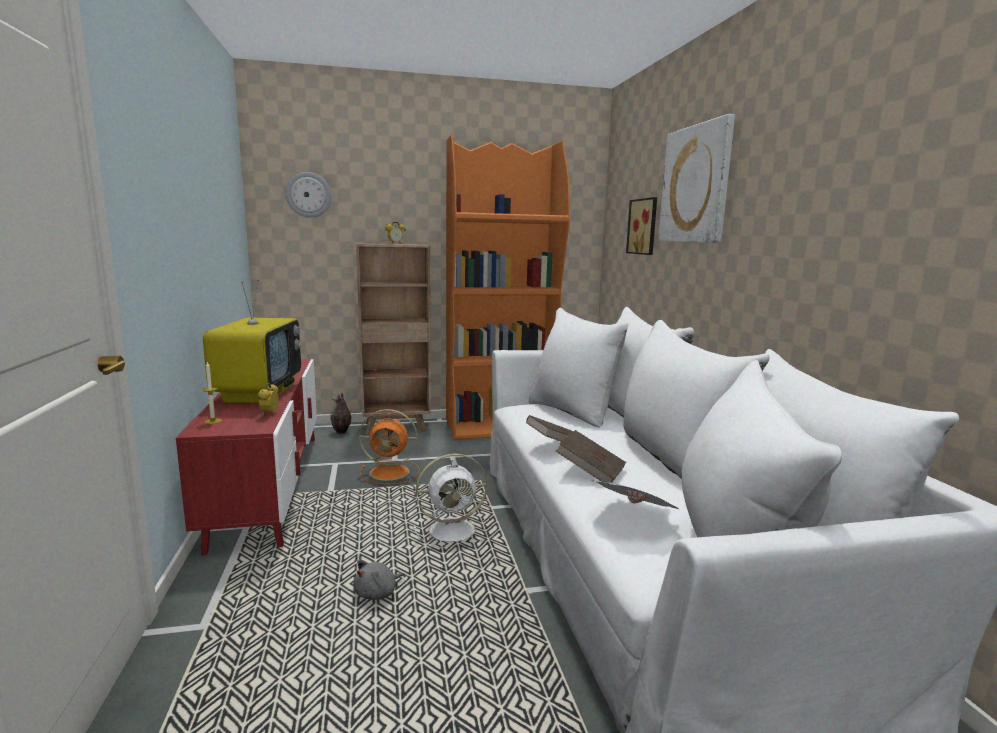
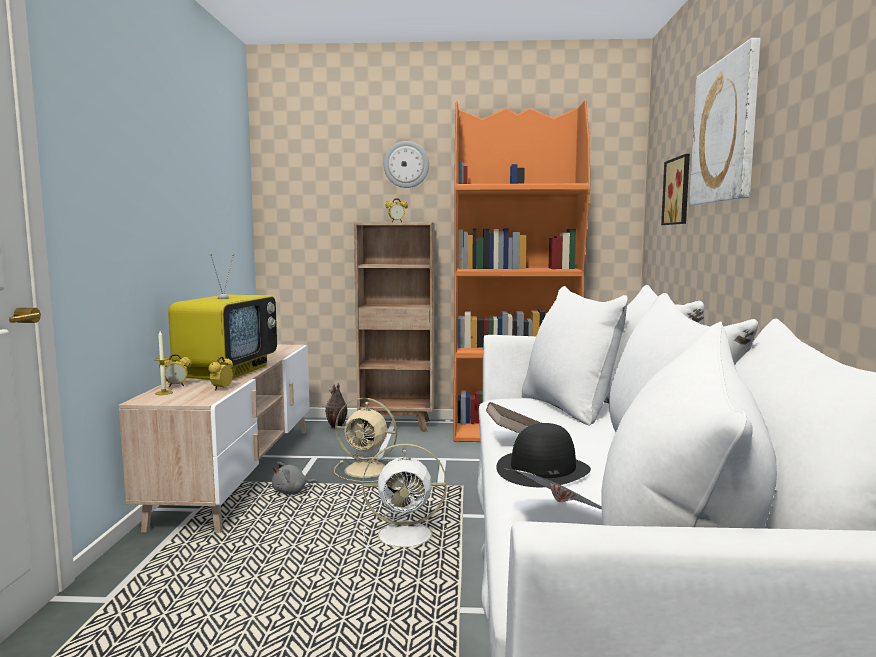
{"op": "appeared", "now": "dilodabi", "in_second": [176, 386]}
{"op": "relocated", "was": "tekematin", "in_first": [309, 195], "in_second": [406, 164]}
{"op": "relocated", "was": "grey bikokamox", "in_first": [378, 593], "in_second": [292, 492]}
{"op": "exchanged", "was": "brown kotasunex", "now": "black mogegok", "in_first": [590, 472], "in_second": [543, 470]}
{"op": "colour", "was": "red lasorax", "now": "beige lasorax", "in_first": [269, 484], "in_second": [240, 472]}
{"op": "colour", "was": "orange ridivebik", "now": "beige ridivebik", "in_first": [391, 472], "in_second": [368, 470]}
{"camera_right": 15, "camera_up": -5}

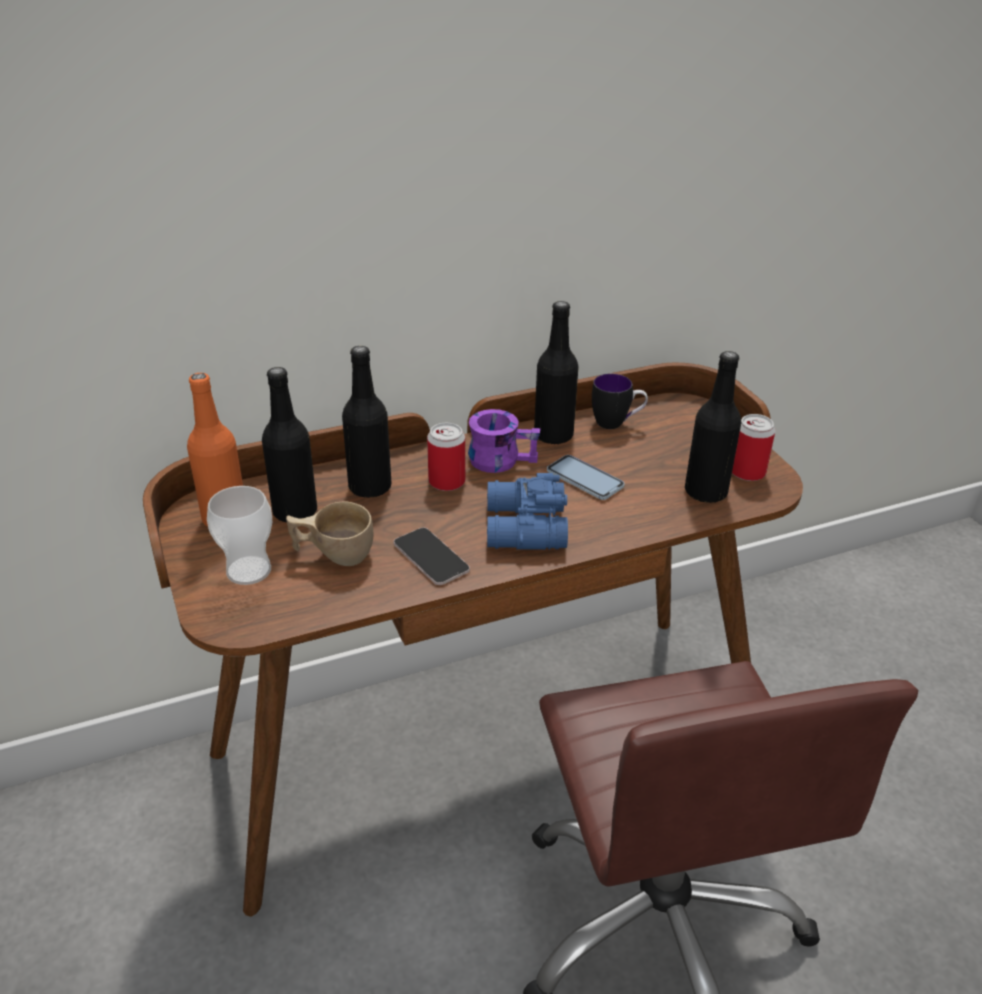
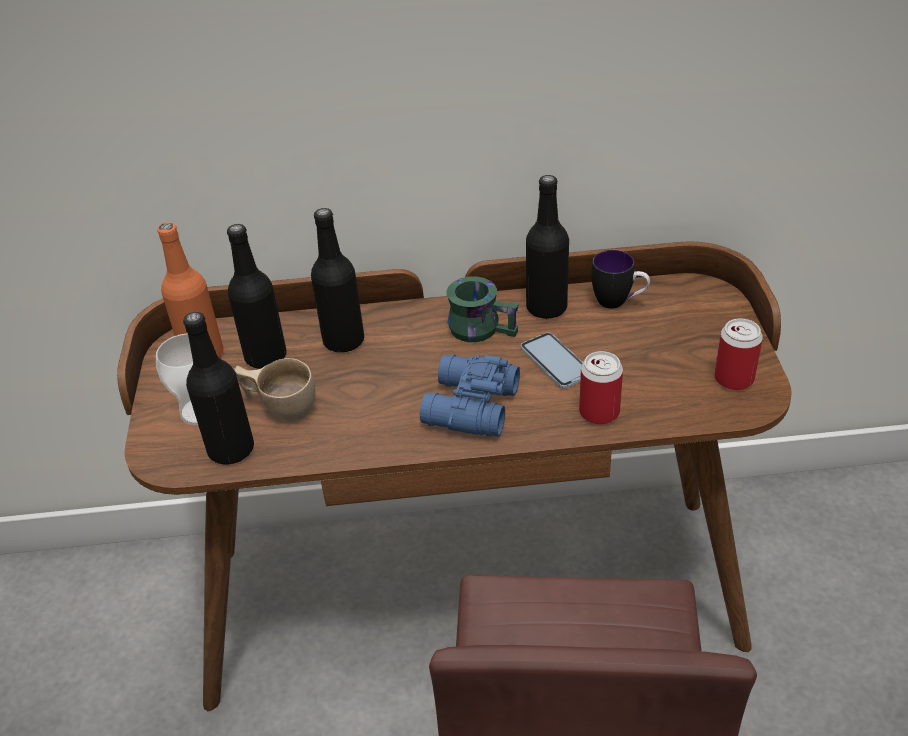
{"op": "missing", "was": "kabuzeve", "in_first": [431, 557]}
{"op": "relocated", "was": "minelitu", "in_first": [447, 482], "in_second": [599, 412]}
{"op": "relocated", "was": "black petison", "in_first": [705, 492], "in_second": [231, 449]}
{"op": "colour", "was": "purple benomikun", "now": "green benomikun", "in_first": [501, 458], "in_second": [482, 326]}
{"camera_right": 20, "camera_up": 5}

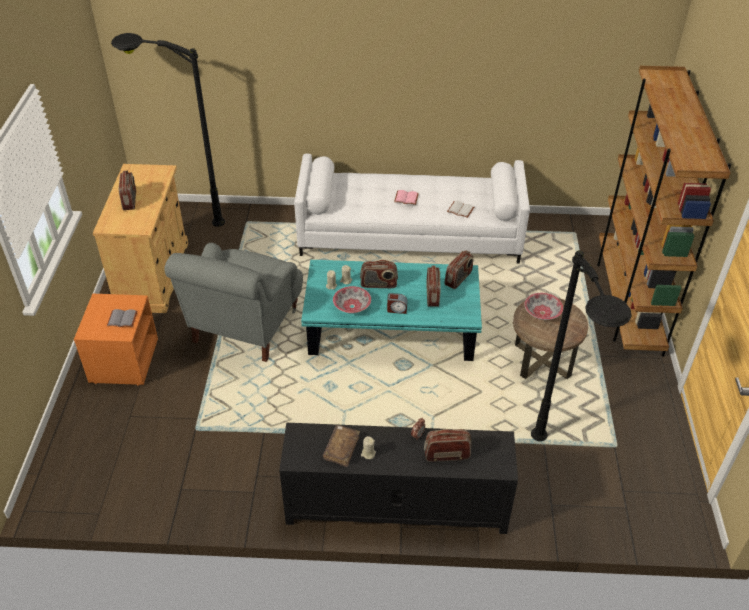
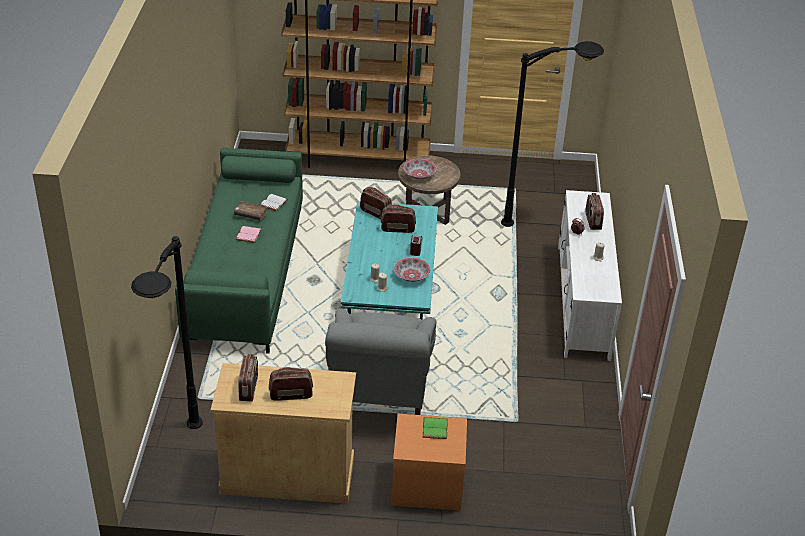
{"op": "relocated", "was": "brown kotasunex", "in_first": [341, 448], "in_second": [251, 214]}
{"op": "relocated", "was": "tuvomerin", "in_first": [378, 284], "in_second": [249, 388]}
{"op": "colour", "was": "grey kotasunex", "now": "green kotasunex", "in_first": [123, 318], "in_second": [434, 428]}
{"op": "colour", "was": "black lasorax", "now": "white lasorax", "in_first": [395, 504], "in_second": [582, 300]}
{"op": "colour", "was": "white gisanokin", "now": "green gisanokin", "in_first": [410, 235], "in_second": [245, 273]}
{"op": "spun", "was": "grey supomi", "in_first": [244, 328], "in_second": [380, 393], "clockwise": 75}
{"camera_right": -90, "camera_up": -5}

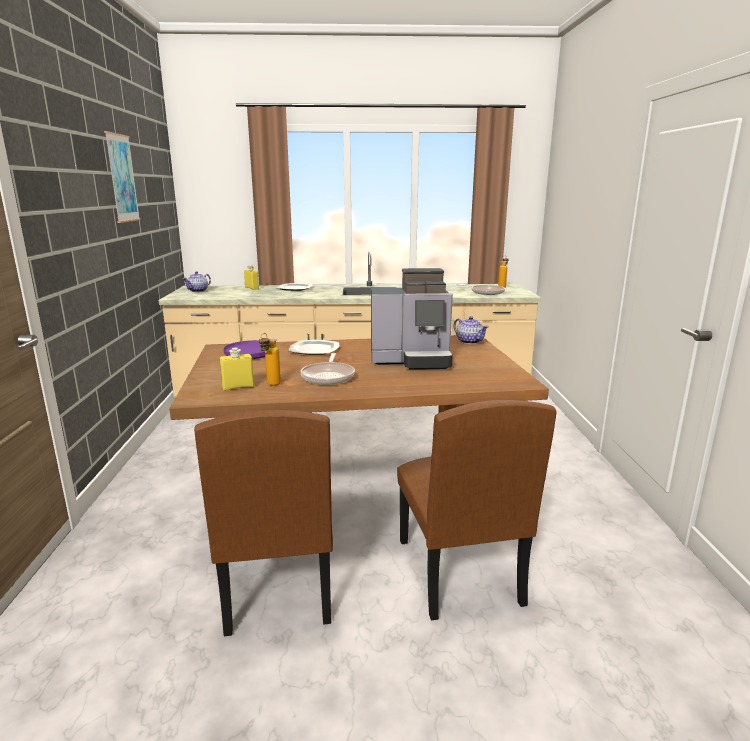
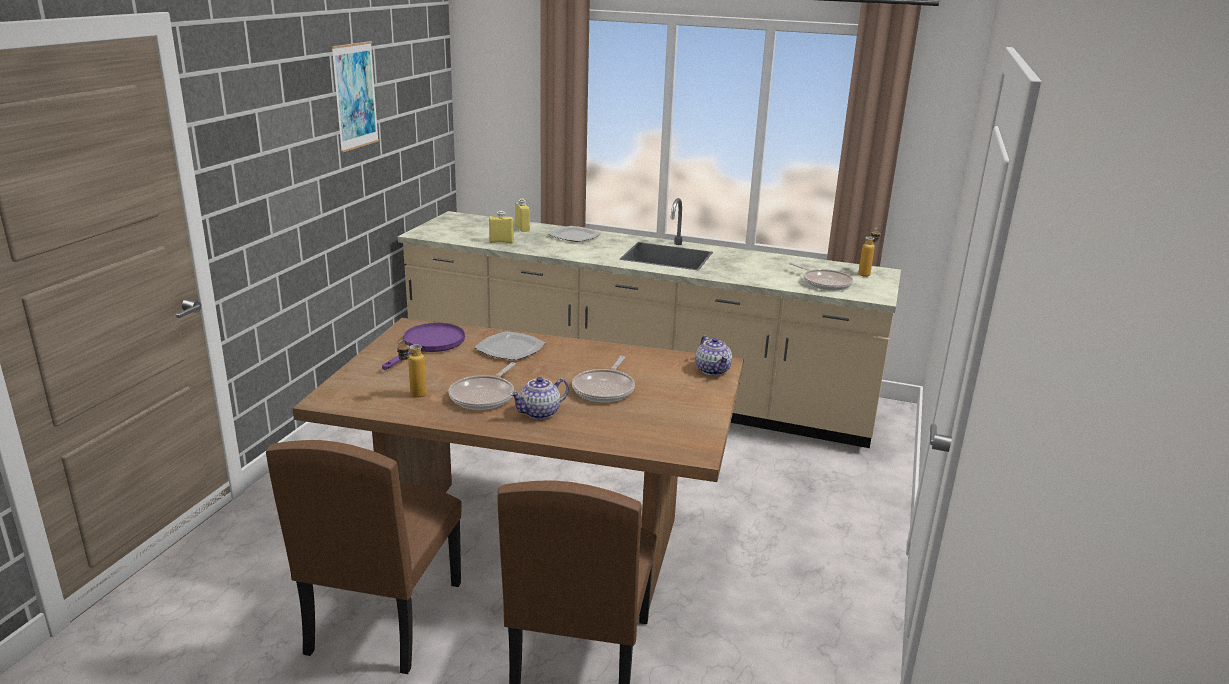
{"op": "relocated", "was": "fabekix", "in_first": [198, 291], "in_second": [540, 413]}
{"op": "relocated", "was": "yellow petison", "in_first": [238, 387], "in_second": [501, 242]}
{"op": "exchanged", "was": "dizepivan", "now": "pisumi", "in_first": [412, 360], "in_second": [605, 389]}
{"camera_right": 20, "camera_up": 5}

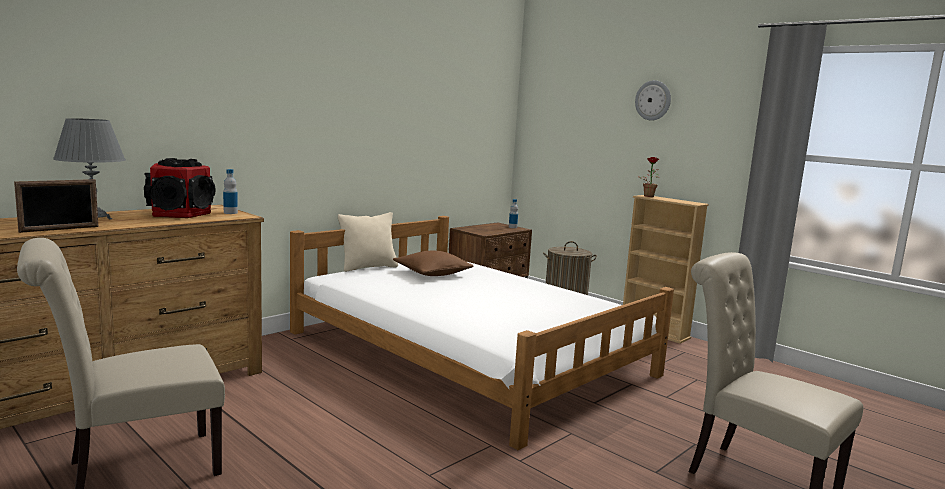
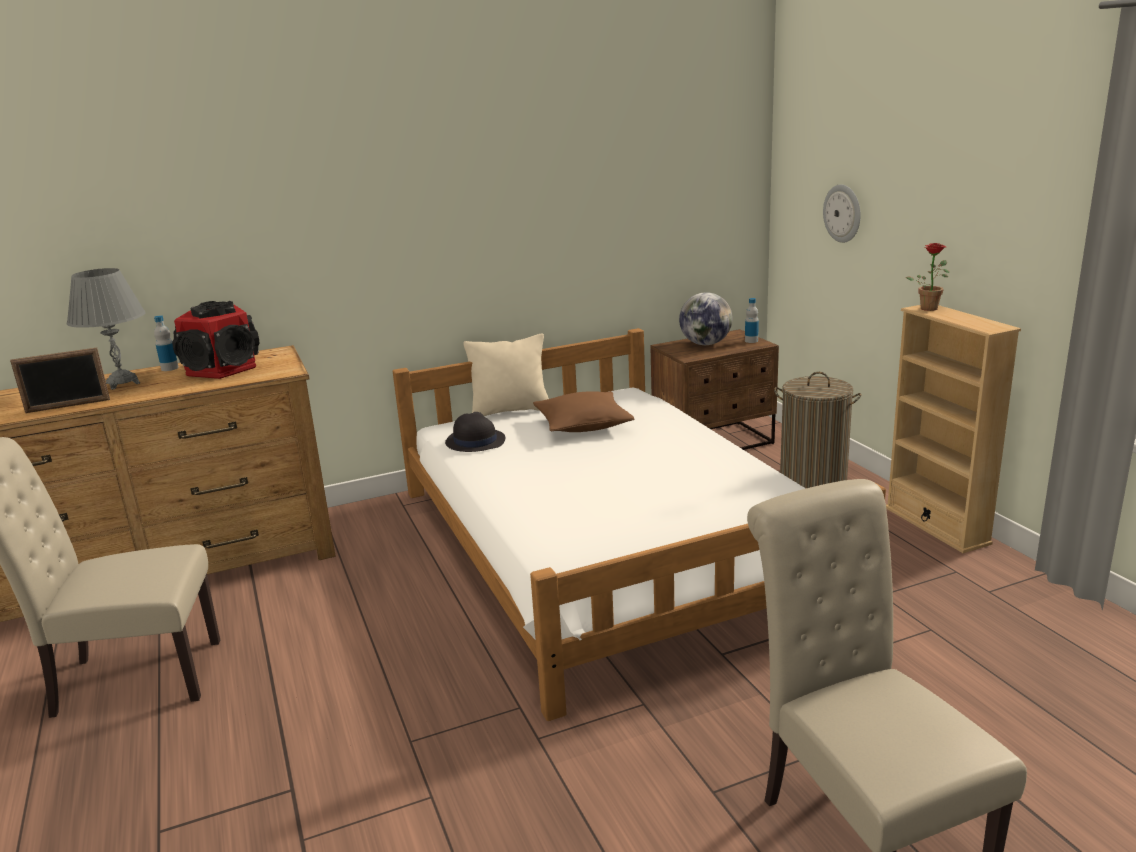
{"op": "appeared", "now": "black mogegok", "in_second": [475, 441]}
{"op": "appeared", "now": "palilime", "in_second": [705, 344]}
{"op": "relocated", "was": "petison", "in_first": [230, 213], "in_second": [170, 368]}
{"op": "relocated", "was": "tekematin", "in_first": [653, 100], "in_second": [843, 213]}
{"camera_right": 25, "camera_up": 10}

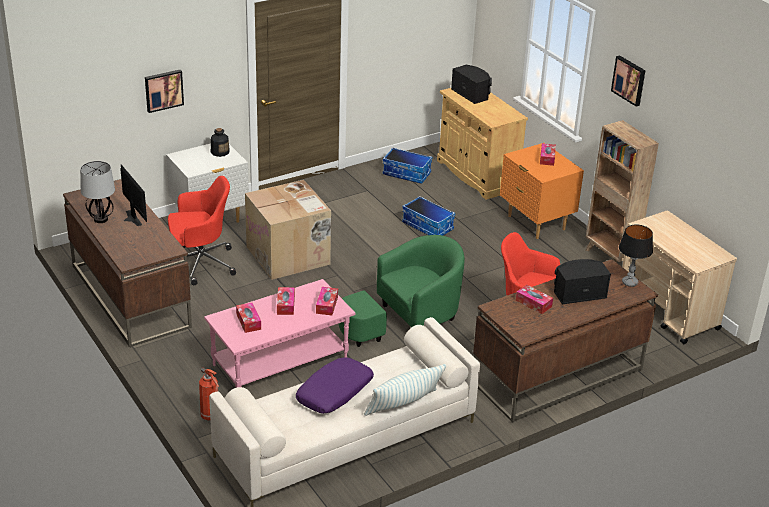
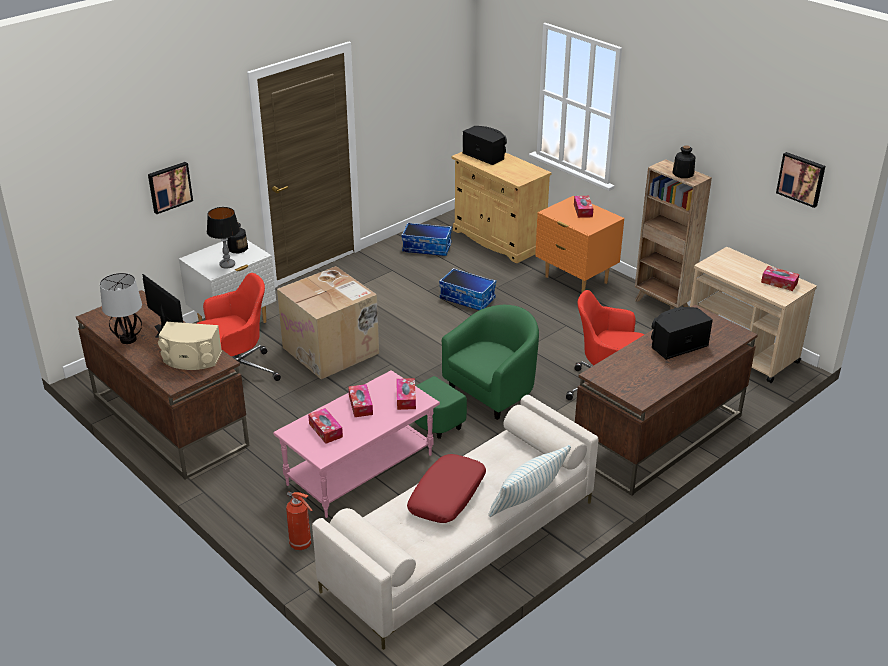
{"op": "appeared", "now": "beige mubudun", "in_second": [191, 359]}
{"op": "appeared", "now": "petison", "in_second": [683, 174]}
{"op": "relocated", "was": "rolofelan", "in_first": [533, 303], "in_second": [779, 283]}
{"op": "relocated", "was": "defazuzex", "in_first": [629, 80], "in_second": [801, 179]}
{"op": "relocated", "was": "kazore", "in_first": [630, 282], "in_second": [227, 265]}
{"op": "colour", "was": "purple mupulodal", "now": "red mupulodal", "in_first": [335, 393], "in_second": [447, 496]}
{"camera_right": -10, "camera_up": 0}

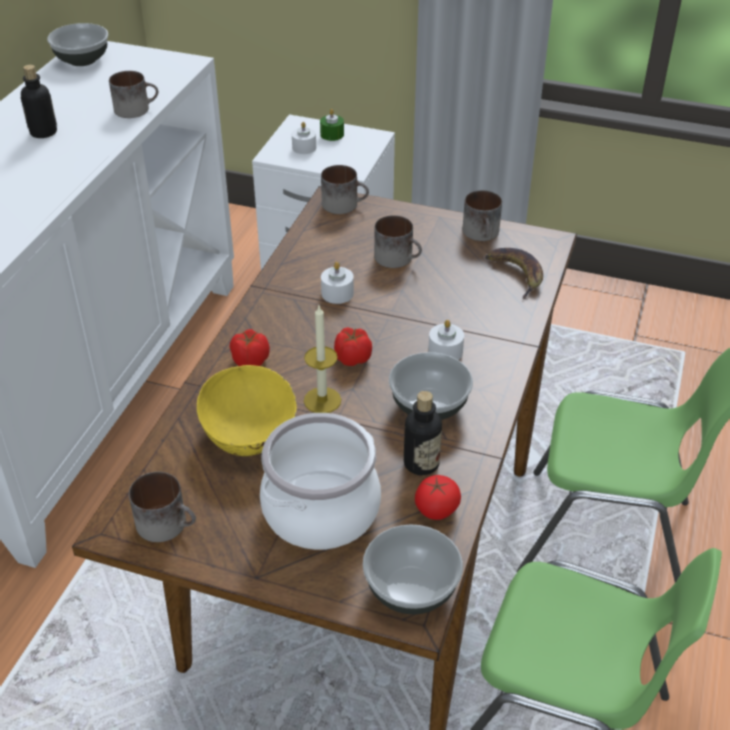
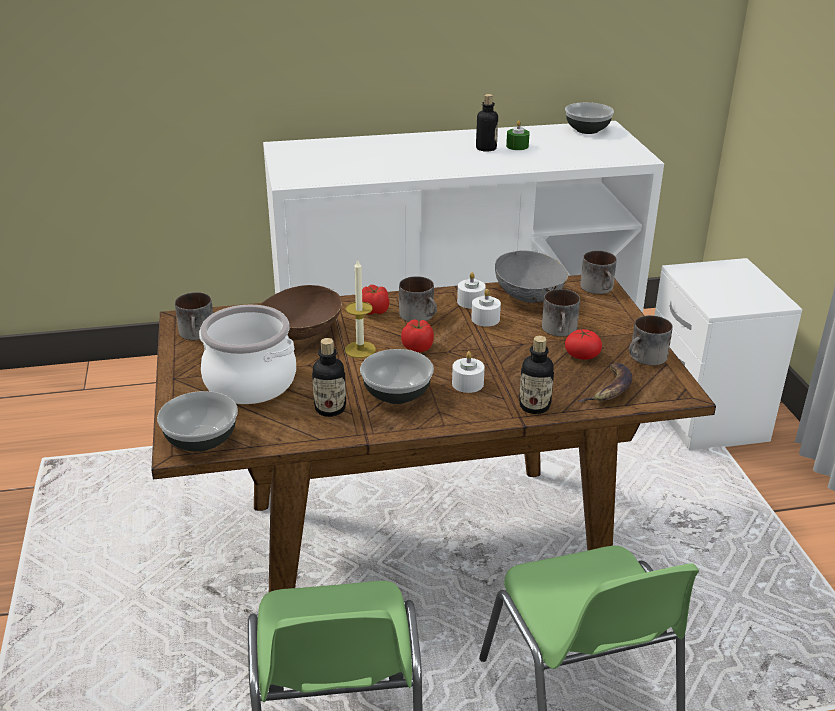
{"op": "appeared", "now": "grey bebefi", "in_second": [530, 296]}
{"op": "appeared", "now": "petison", "in_second": [534, 406]}
{"op": "relocated", "was": "benomikun", "in_first": [136, 108], "in_second": [420, 315]}
{"op": "relocated", "was": "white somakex", "in_first": [304, 148], "in_second": [471, 301]}
{"op": "relocated", "was": "green somakex", "in_first": [332, 134], "in_second": [517, 146]}
{"op": "relocated", "was": "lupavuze", "in_first": [436, 508], "in_second": [582, 355]}
{"op": "colour", "was": "yellow bebefi", "now": "brown bebefi", "in_first": [250, 434], "in_second": [301, 334]}
{"camera_right": 60, "camera_up": -10}

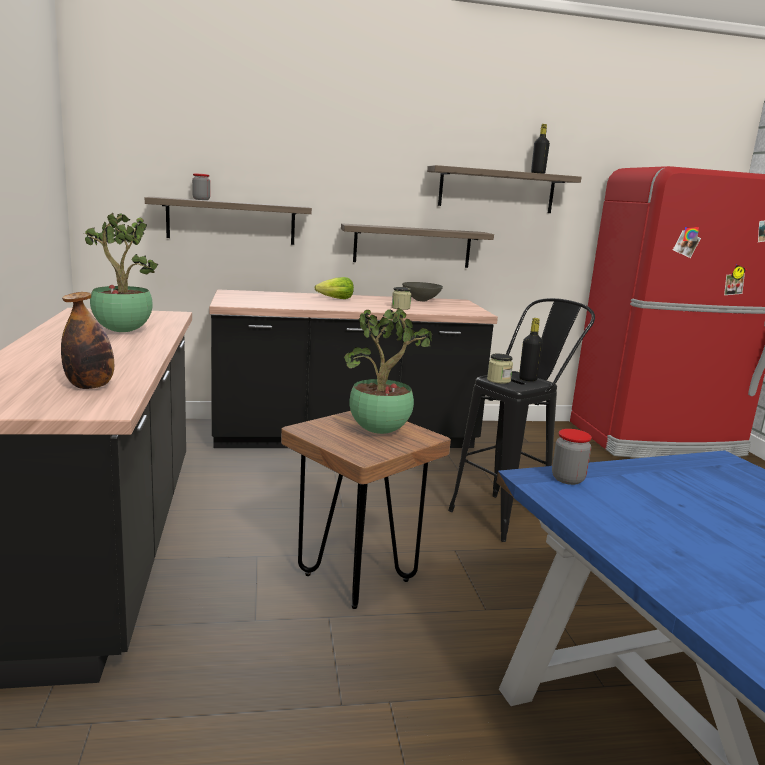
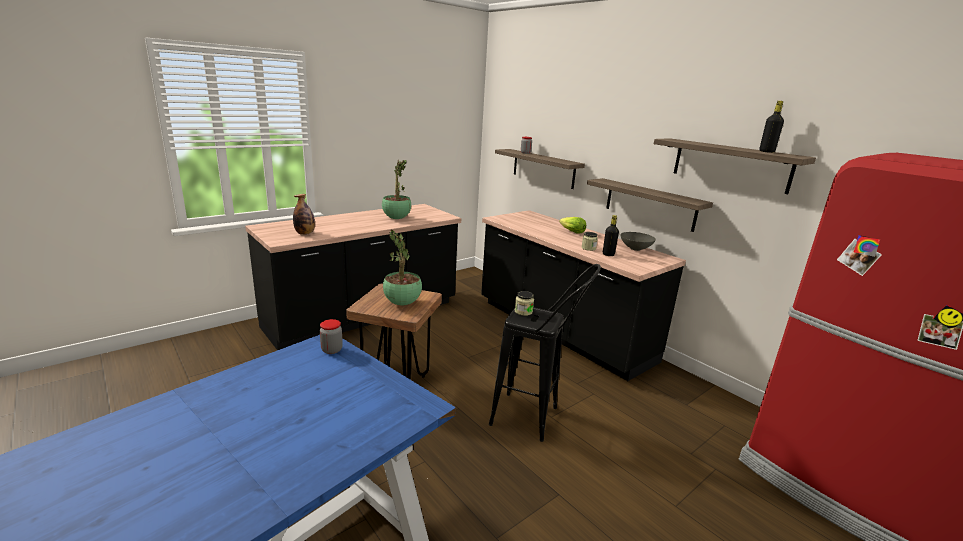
{"op": "relocated", "was": "black petison", "in_first": [528, 379], "in_second": [608, 254]}
{"camera_right": 60, "camera_up": 5}

